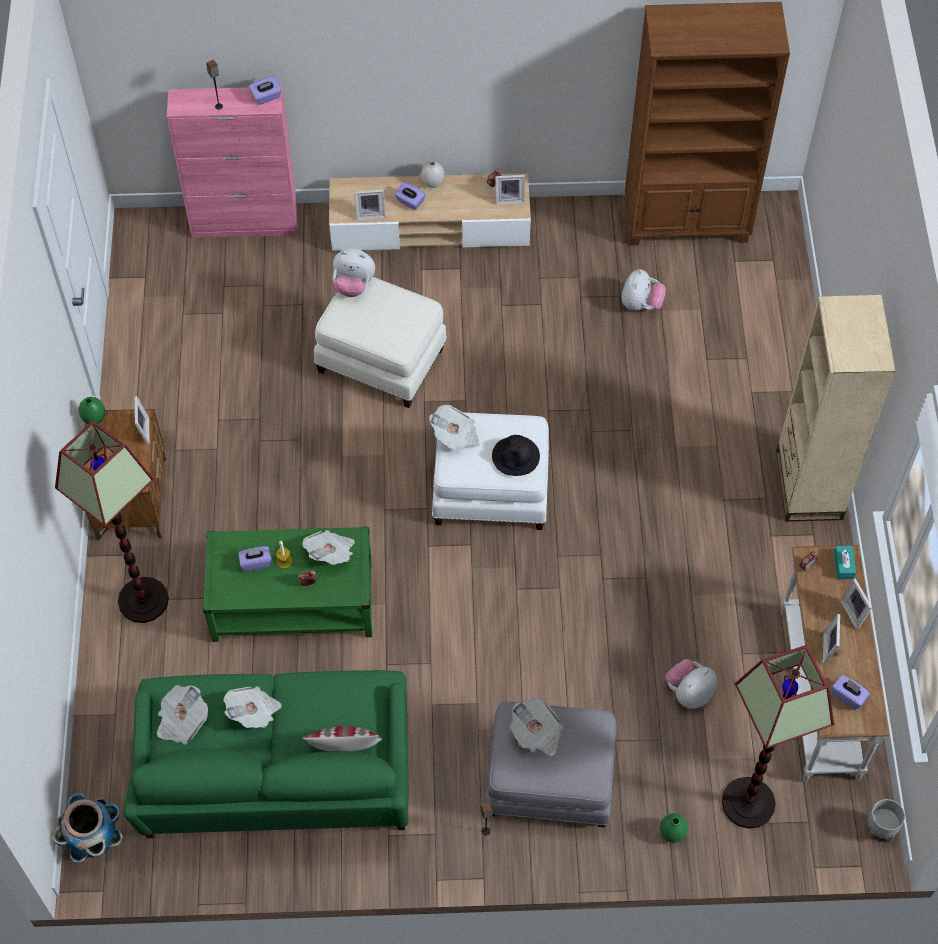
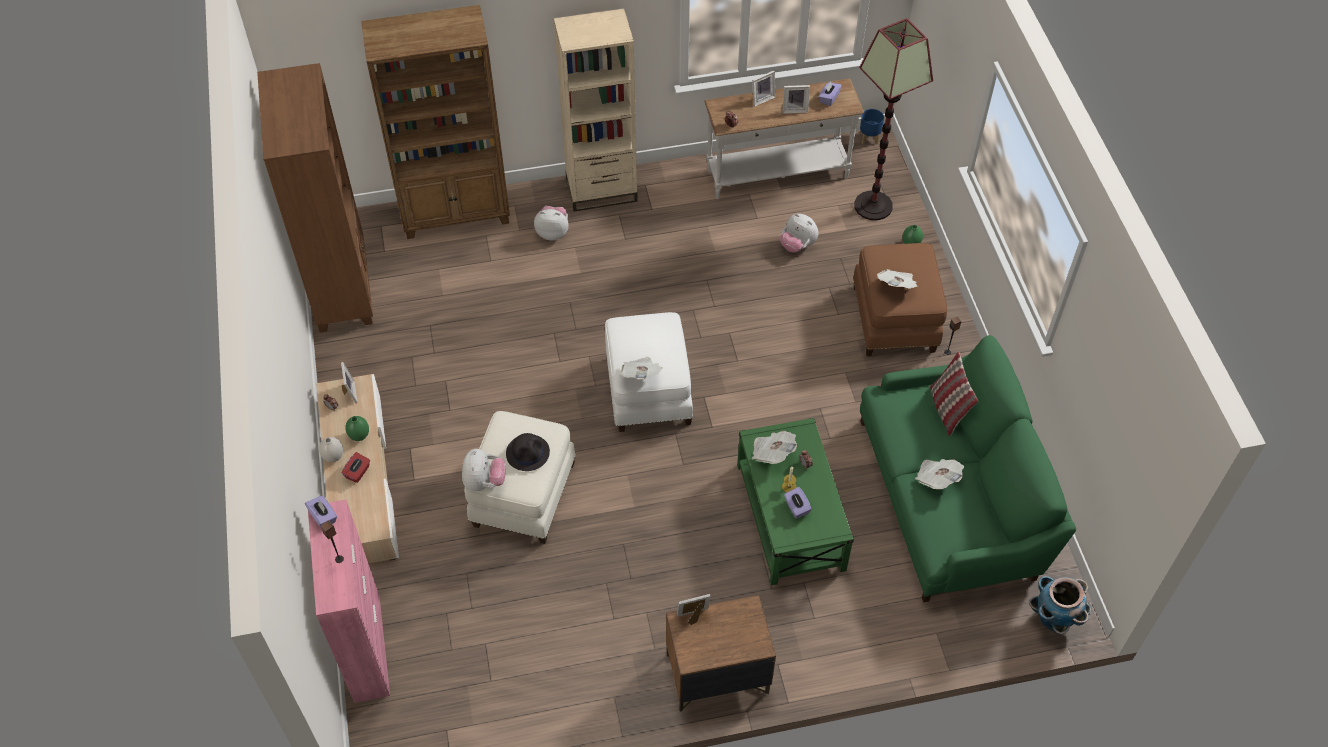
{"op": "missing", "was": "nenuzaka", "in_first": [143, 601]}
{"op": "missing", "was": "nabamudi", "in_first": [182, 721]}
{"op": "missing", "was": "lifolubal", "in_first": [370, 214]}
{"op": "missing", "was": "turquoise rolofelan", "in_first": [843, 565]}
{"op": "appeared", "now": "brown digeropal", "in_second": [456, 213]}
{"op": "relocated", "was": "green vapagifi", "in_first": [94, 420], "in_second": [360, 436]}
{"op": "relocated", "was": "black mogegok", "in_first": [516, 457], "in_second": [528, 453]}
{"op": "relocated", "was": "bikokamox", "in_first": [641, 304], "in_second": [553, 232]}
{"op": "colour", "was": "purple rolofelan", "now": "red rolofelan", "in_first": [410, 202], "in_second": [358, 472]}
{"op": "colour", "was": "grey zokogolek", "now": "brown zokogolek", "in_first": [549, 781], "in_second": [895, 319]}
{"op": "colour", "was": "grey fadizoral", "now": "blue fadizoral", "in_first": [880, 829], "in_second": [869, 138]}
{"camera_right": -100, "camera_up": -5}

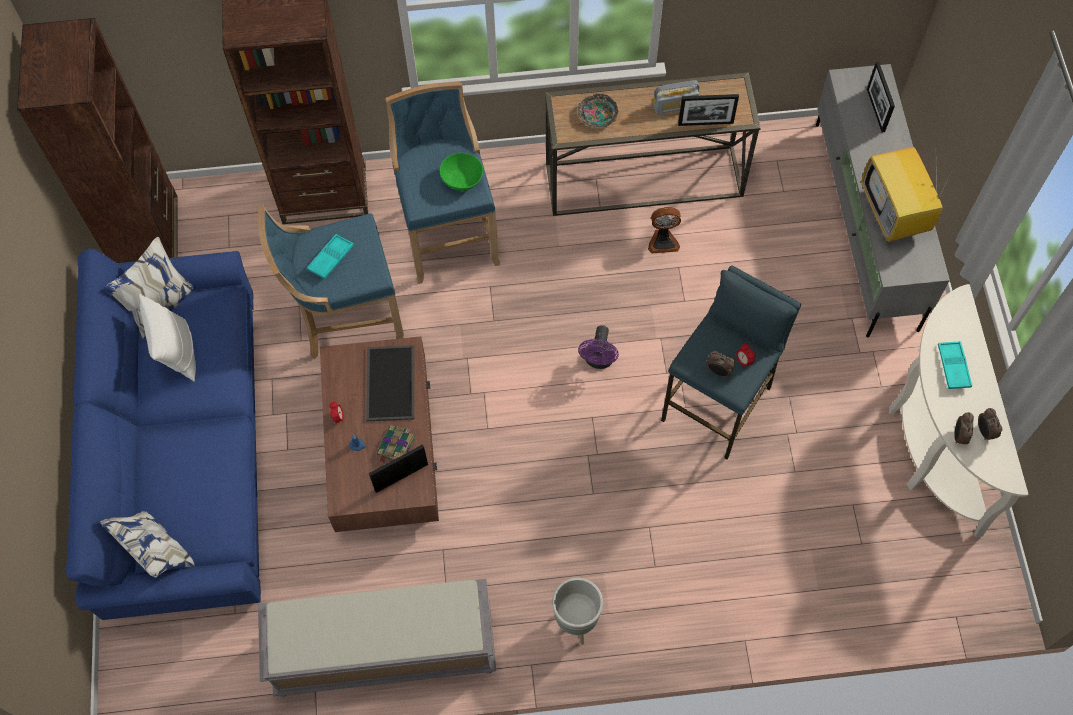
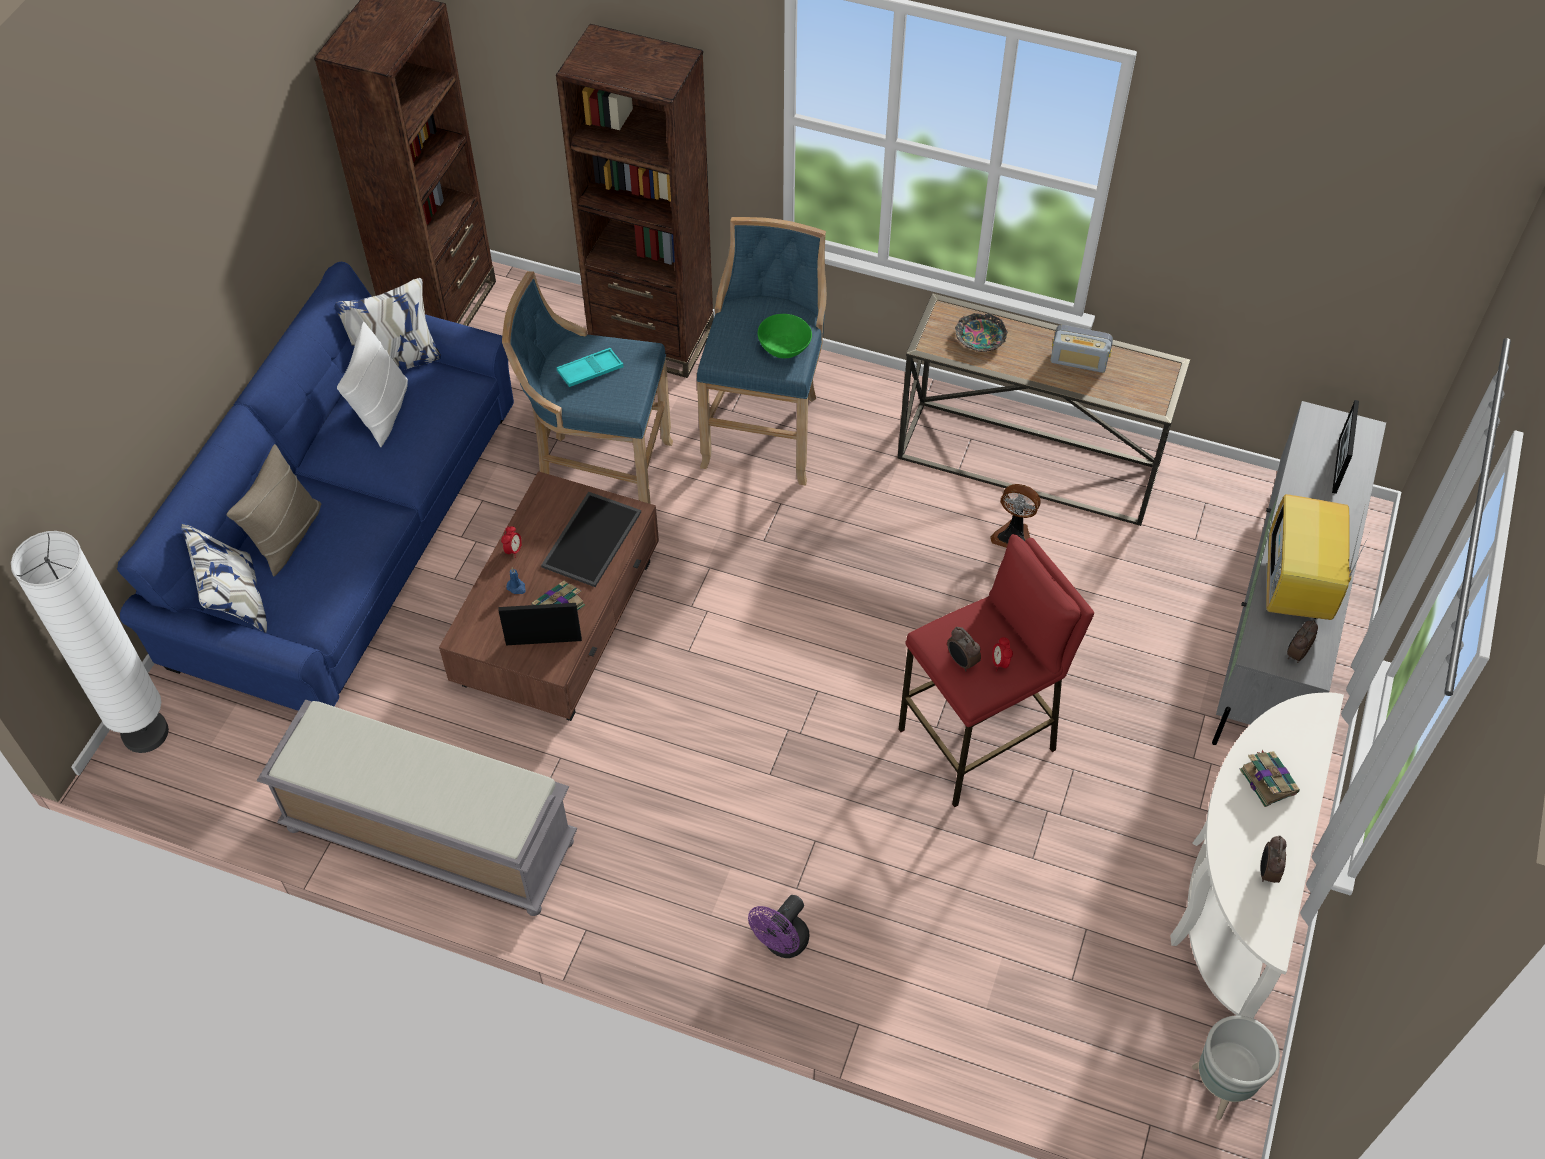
{"op": "missing", "was": "lifolubal", "in_first": [705, 123]}
{"op": "appeared", "now": "white nenuzaka", "in_second": [145, 733]}
{"op": "appeared", "now": "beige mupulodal", "in_second": [287, 536]}
{"op": "relocated", "was": "grey fadizoral", "in_first": [576, 621], "in_second": [1220, 1086]}
{"op": "relocated", "was": "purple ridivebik", "in_first": [598, 360], "in_second": [782, 944]}
{"op": "relocated", "was": "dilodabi", "in_first": [959, 436], "in_second": [1296, 653]}
{"op": "exchanged", "was": "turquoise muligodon", "now": "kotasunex", "in_first": [953, 367], "in_second": [1267, 780]}
{"op": "colour", "was": "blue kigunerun", "now": "red kigunerun", "in_first": [718, 404], "in_second": [979, 741]}
{"camera_right": 25, "camera_up": -10}

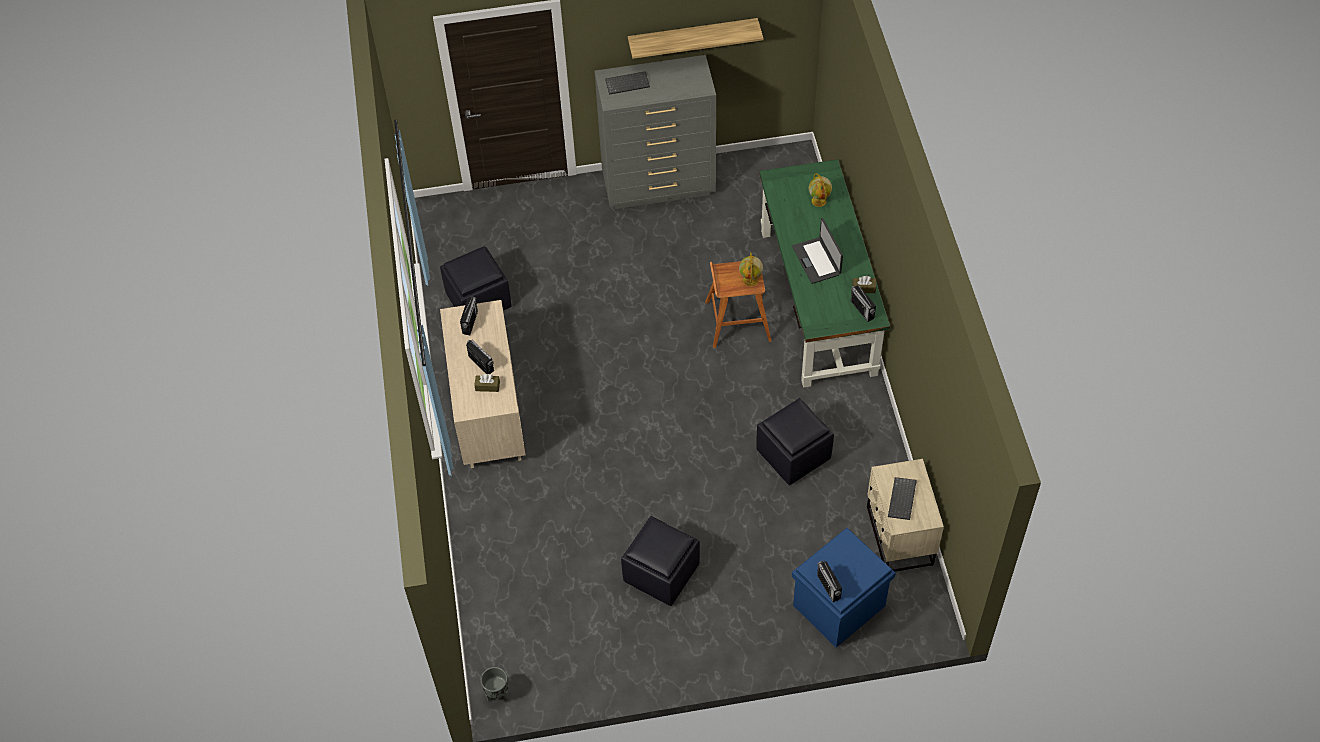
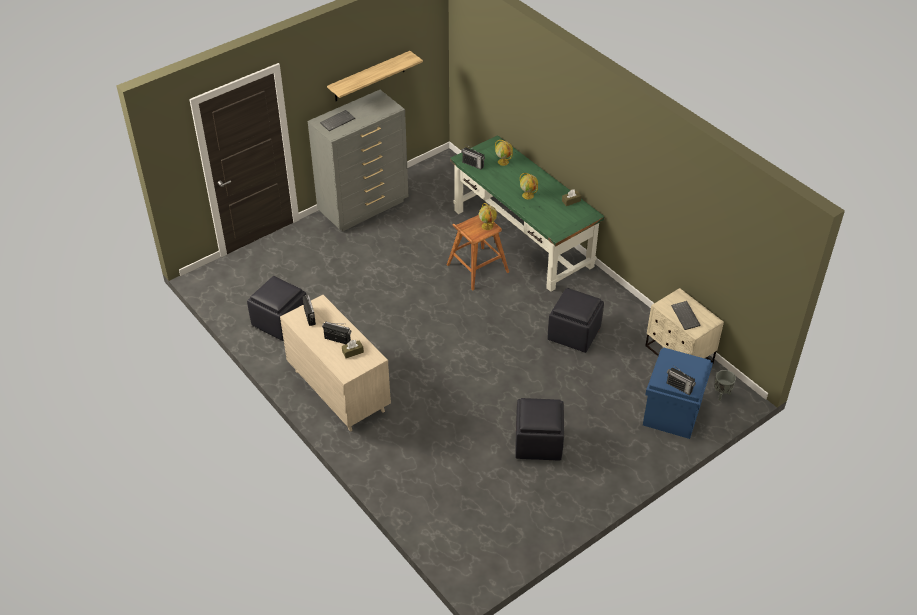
{"op": "relocated", "was": "grey fadizoral", "in_first": [497, 693], "in_second": [721, 394]}
{"op": "relocated", "was": "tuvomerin", "in_first": [862, 310], "in_second": [473, 164]}
{"op": "exchanged", "was": "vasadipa", "now": "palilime", "in_first": [817, 260], "in_second": [528, 195]}
{"camera_right": -30, "camera_up": -10}

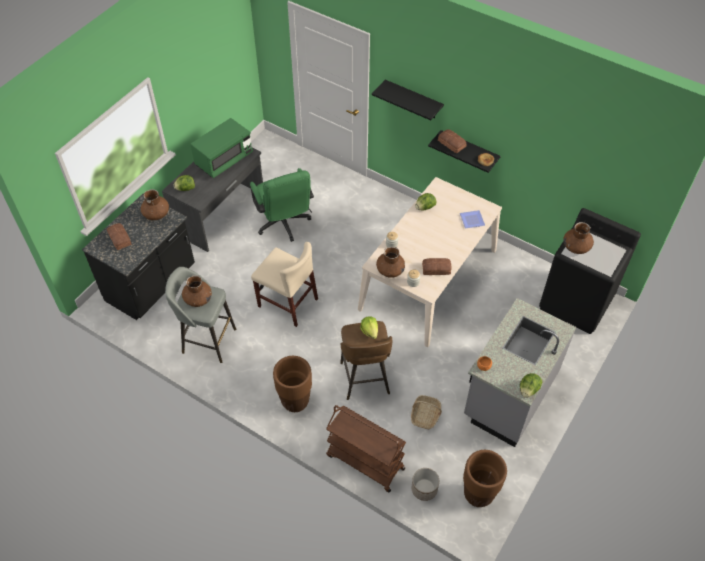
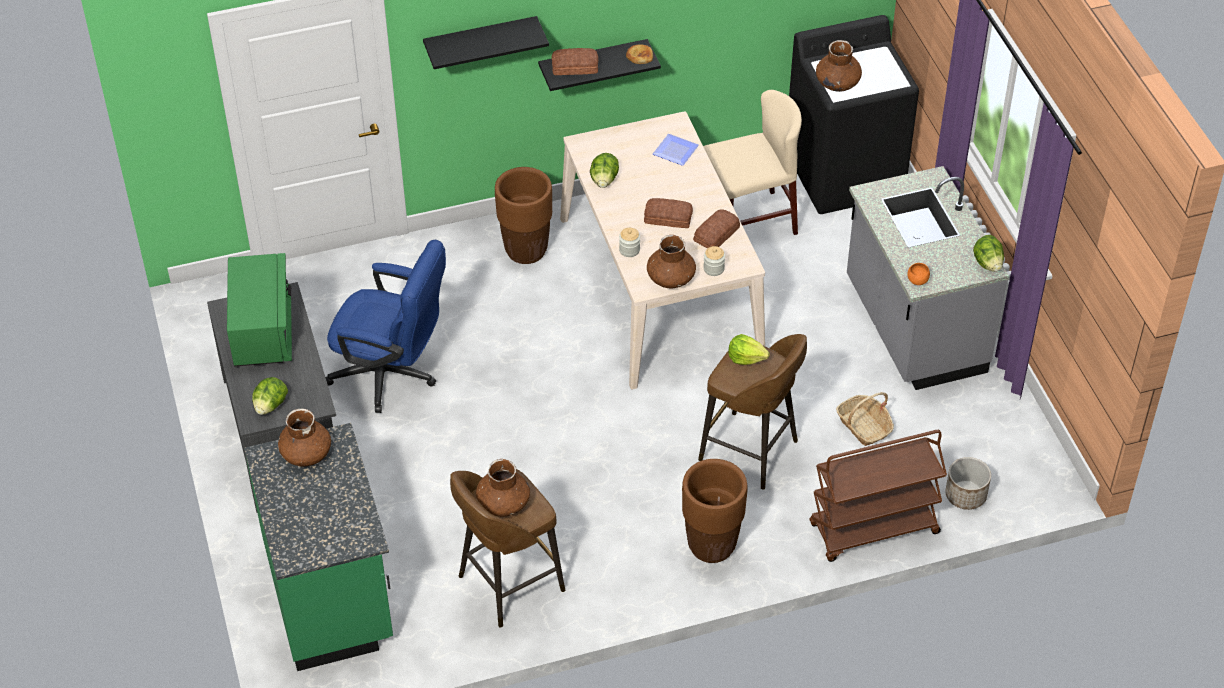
{"op": "relocated", "was": "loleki", "in_first": [119, 239], "in_second": [668, 218]}
{"op": "relocated", "was": "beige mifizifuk", "in_first": [287, 303], "in_second": [749, 221]}
{"op": "relocated", "was": "brown fadizoral", "in_first": [478, 494], "in_second": [526, 251]}
{"op": "colour", "was": "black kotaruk", "now": "green kotaruk", "in_first": [152, 285], "in_second": [331, 594]}
{"op": "colour", "was": "grey kigunerun", "now": "brown kigunerun", "in_first": [207, 340], "in_second": [508, 585]}
{"op": "colour", "was": "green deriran", "now": "blue deriran", "in_first": [284, 225], "in_second": [392, 375]}
{"camera_right": -50, "camera_up": -5}

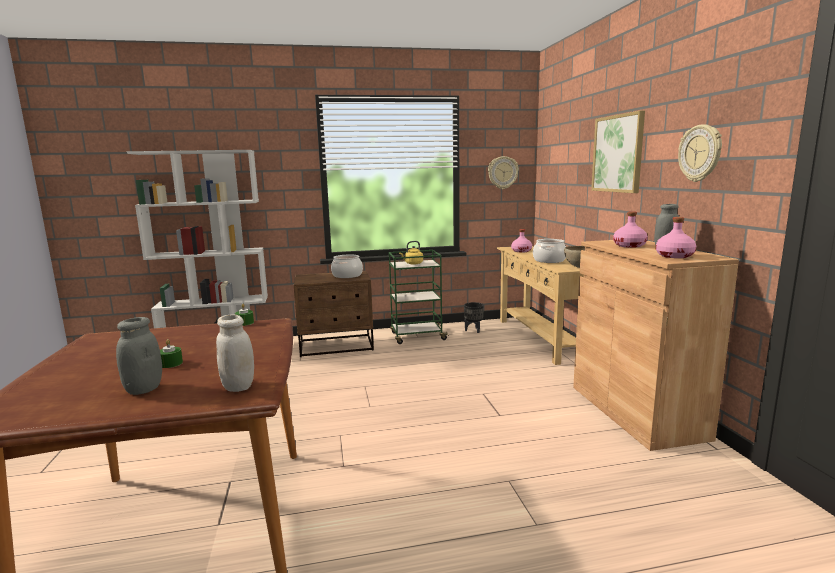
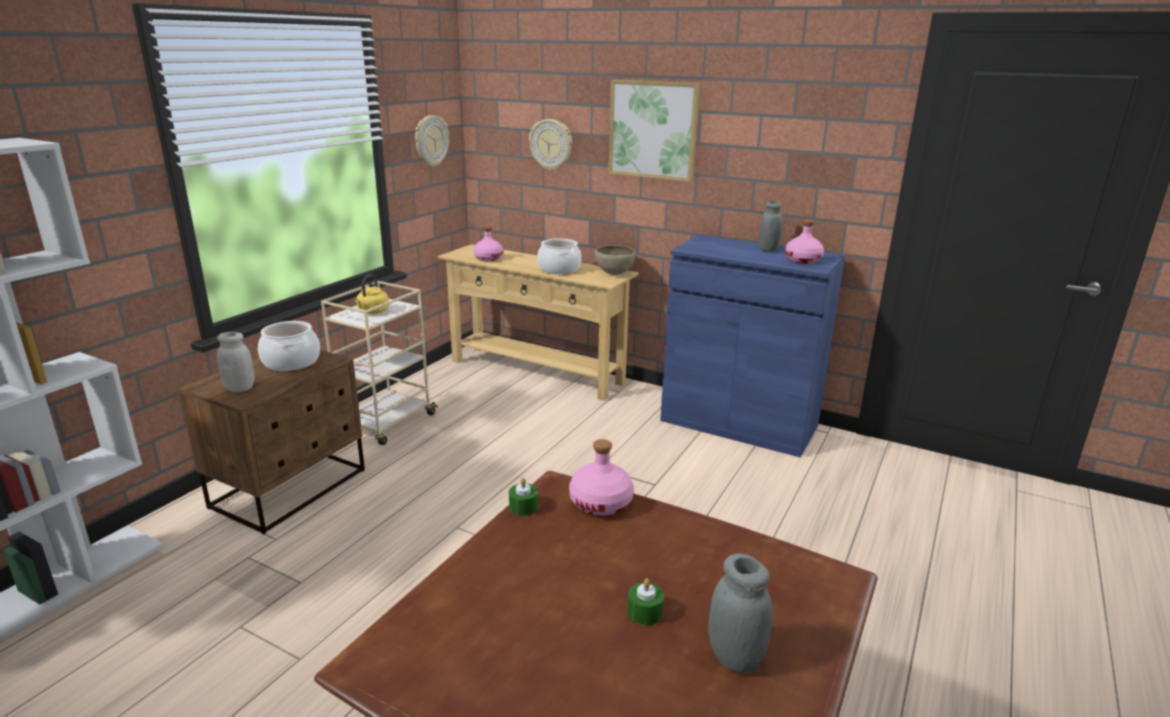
{"op": "missing", "was": "black fadizoral", "in_first": [473, 330]}
{"op": "relocated", "was": "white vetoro", "in_first": [238, 386], "in_second": [240, 388]}
{"op": "relocated", "was": "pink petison", "in_first": [629, 245], "in_second": [601, 502]}
{"op": "relocated", "was": "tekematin", "in_first": [700, 153], "in_second": [551, 144]}
{"op": "colour", "was": "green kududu", "now": "beige kududu", "in_first": [417, 336], "in_second": [386, 423]}
{"op": "colour", "was": "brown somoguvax", "now": "blue somoguvax", "in_first": [636, 411], "in_second": [738, 423]}
{"camera_right": -50, "camera_up": 10}

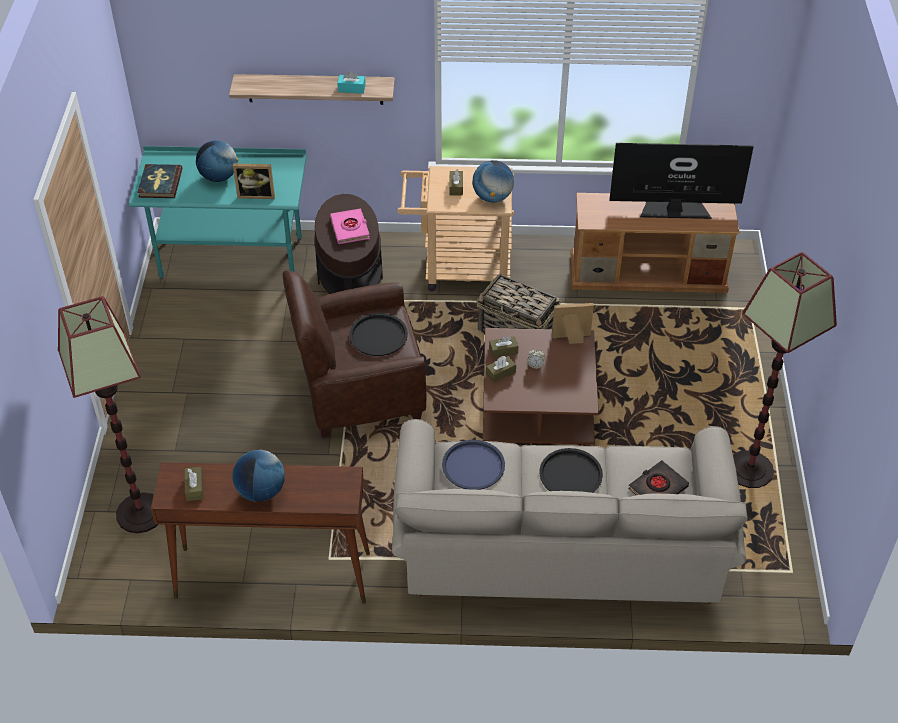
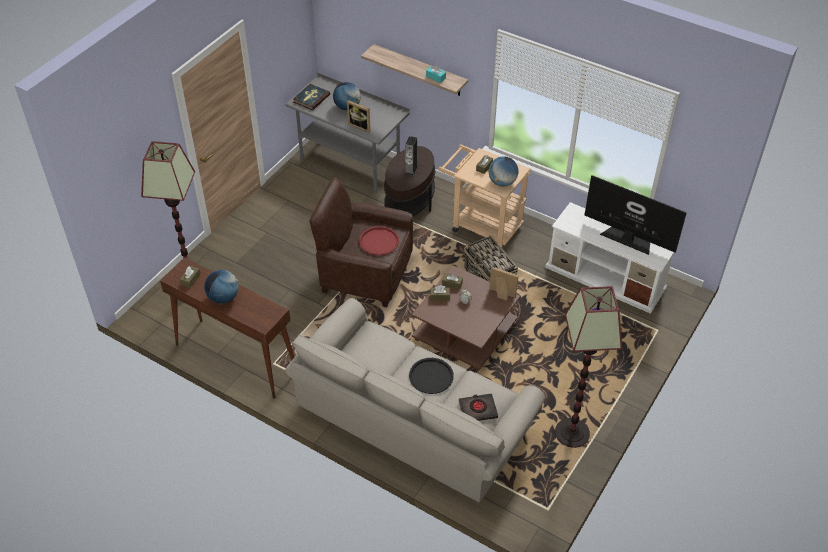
{"op": "missing", "was": "blue muligodon", "in_first": [473, 466]}
{"op": "exchanged", "was": "pink kotasunex", "now": "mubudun", "in_first": [350, 229], "in_second": [411, 170]}
{"op": "colour", "was": "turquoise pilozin", "now": "grey pilozin", "in_first": [232, 258], "in_second": [350, 163]}
{"op": "colour", "was": "black muligodon", "now": "red muligodon", "in_first": [378, 335], "in_second": [379, 241]}
{"op": "colour", "was": "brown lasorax", "now": "white lasorax", "in_first": [649, 272], "in_second": [606, 277]}
{"camera_right": 30, "camera_up": 0}

